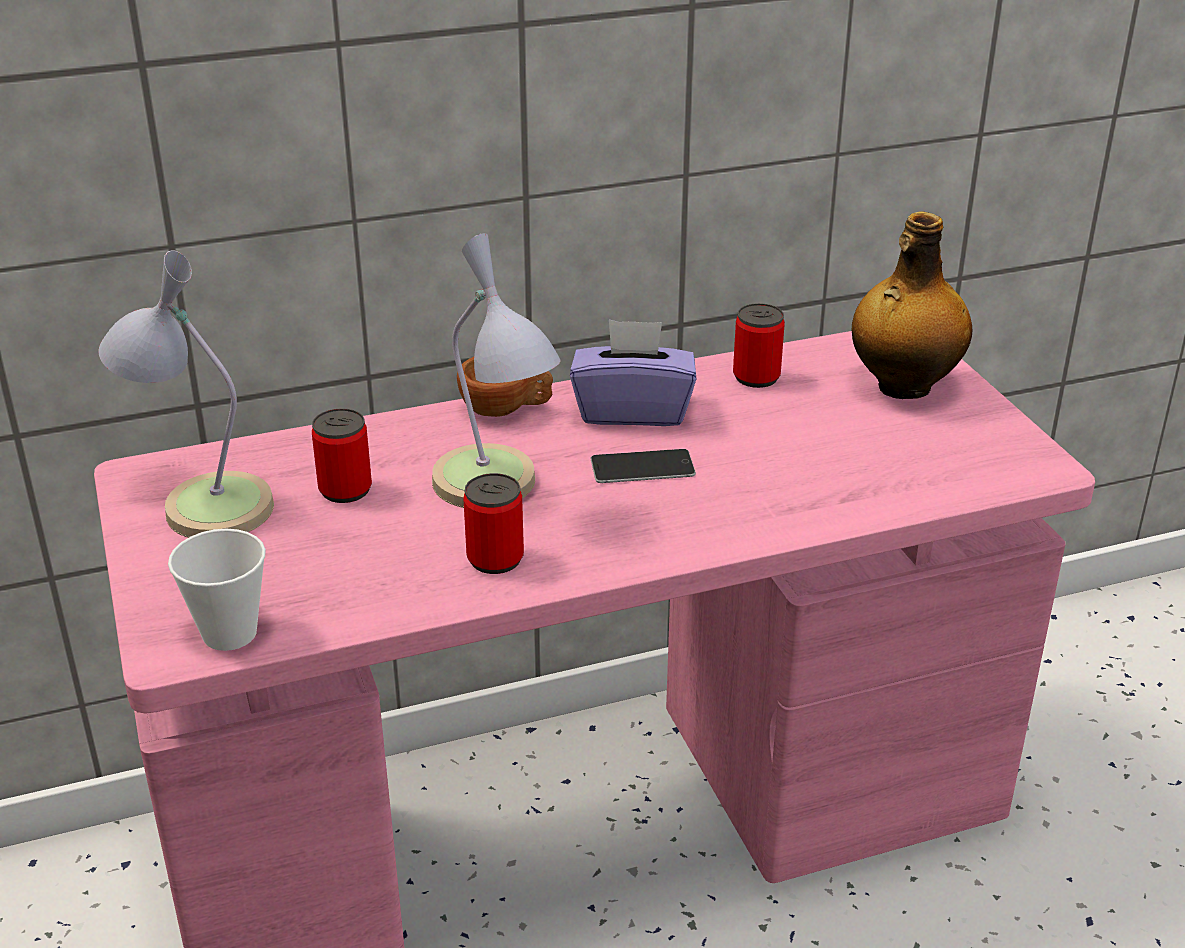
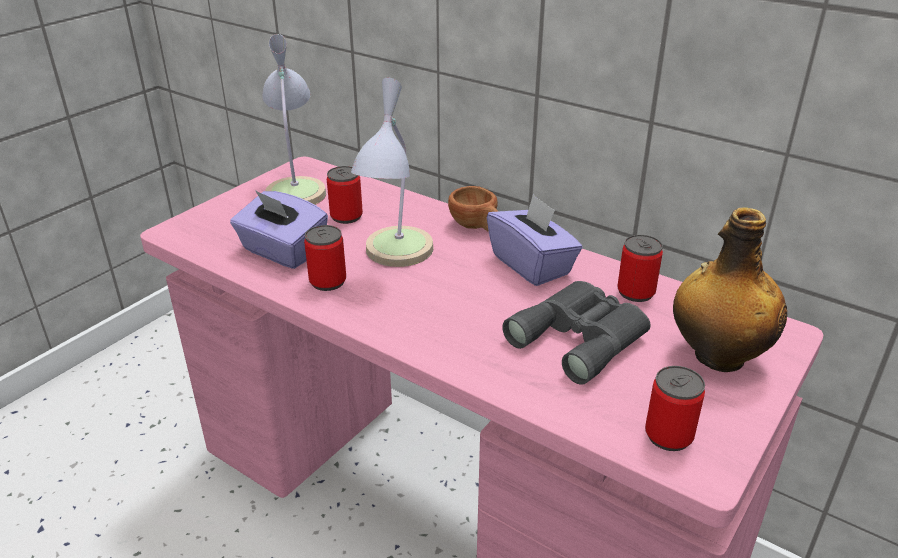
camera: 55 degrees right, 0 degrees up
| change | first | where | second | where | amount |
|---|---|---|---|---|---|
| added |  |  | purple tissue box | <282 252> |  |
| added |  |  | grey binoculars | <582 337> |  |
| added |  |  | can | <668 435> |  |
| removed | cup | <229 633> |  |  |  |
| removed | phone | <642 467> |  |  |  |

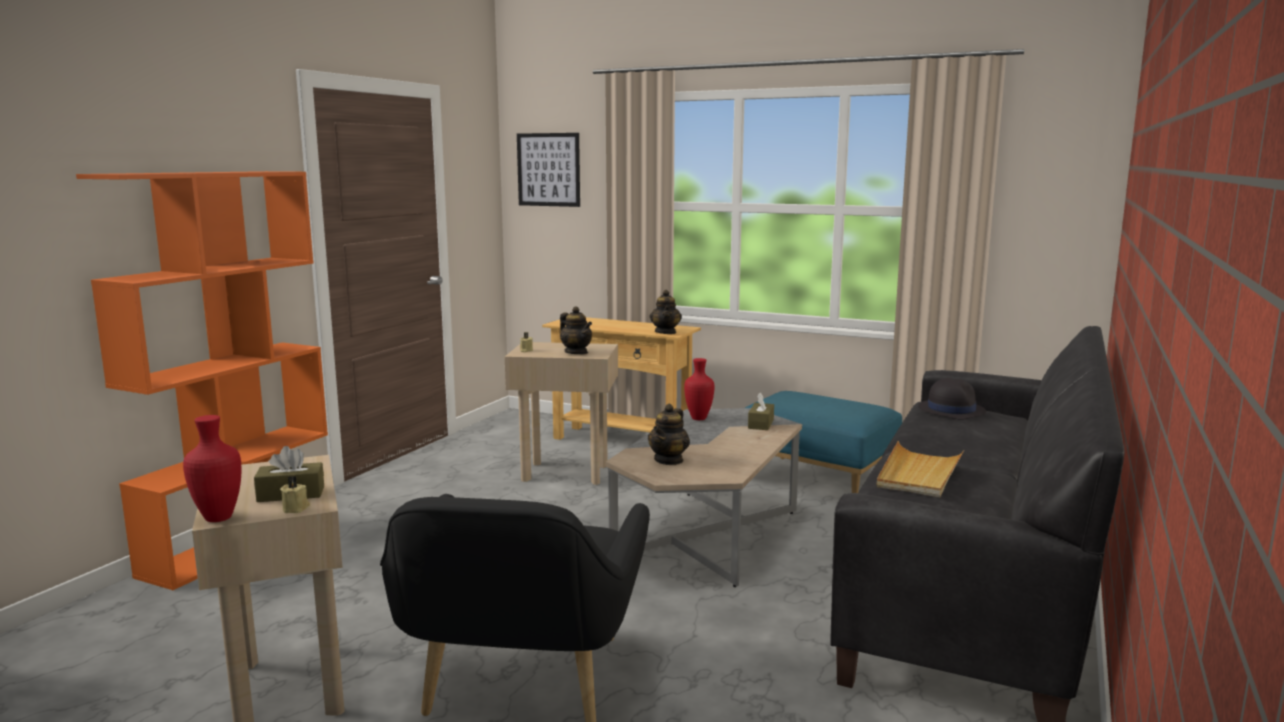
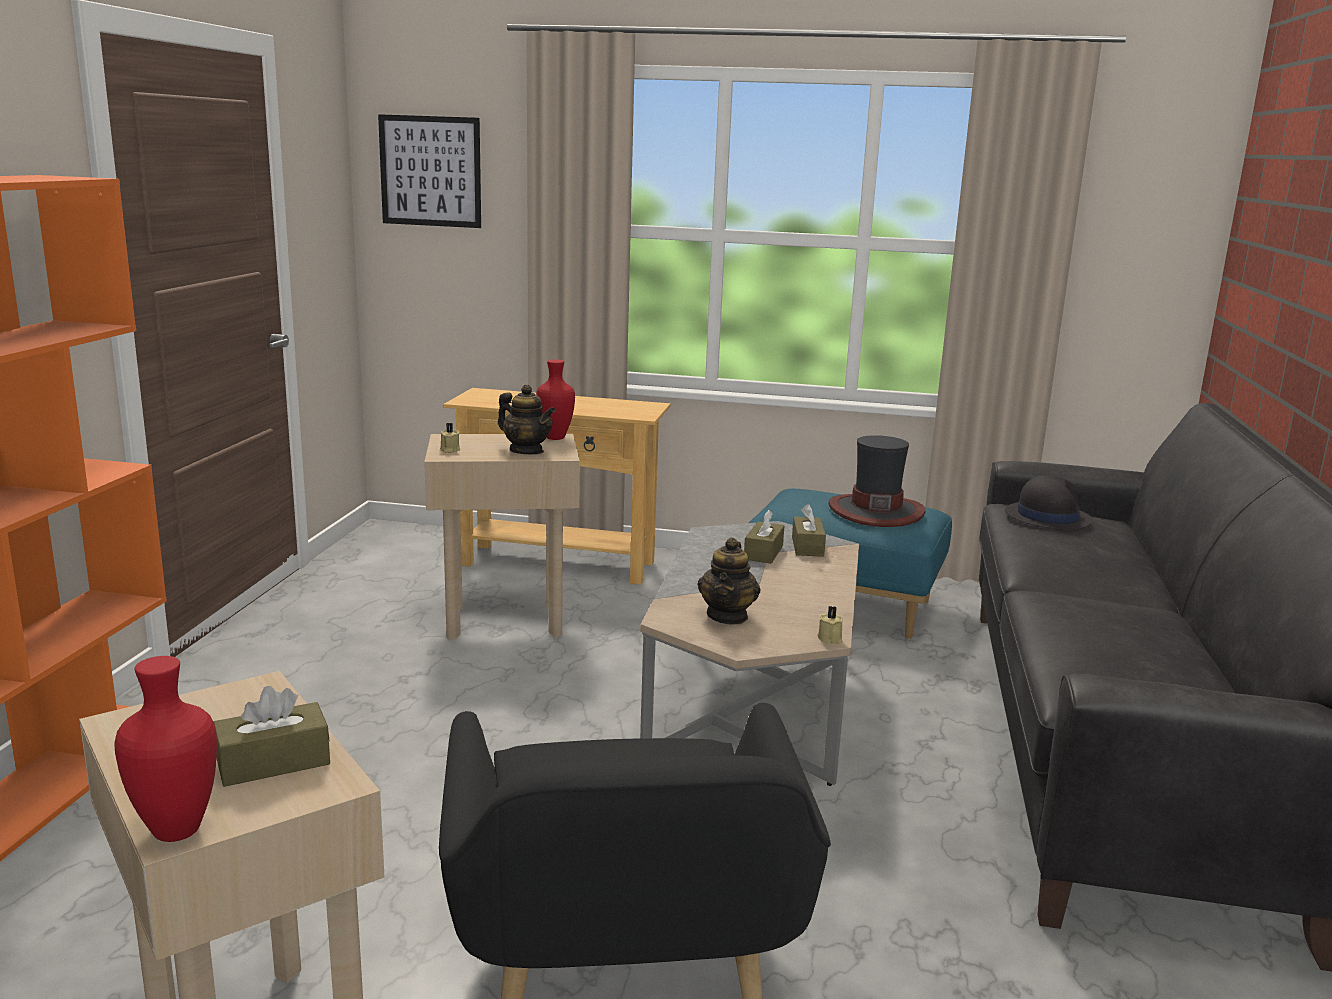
camera: 15 degrees left, 5 degrees up
| change | first | where | second | where | amount |
|---|---|---|---|---|---|
| moved | red vase | <699 419> |  | <556 438> |  |
| added |  |  | brown tissue box | <763 553> |  |
| moved | beige candle | <296 508> |  | <830 638> |  |
| added |  |  | hat | <875 511> |  |
| removed | teapot | <665 332> |  |  |  |
| removed | beige tray | <919 474> |  |  |  |

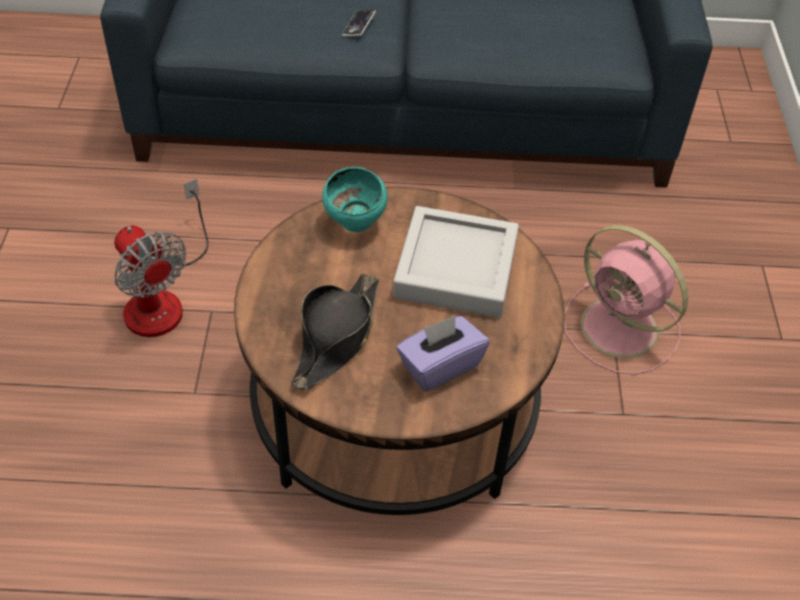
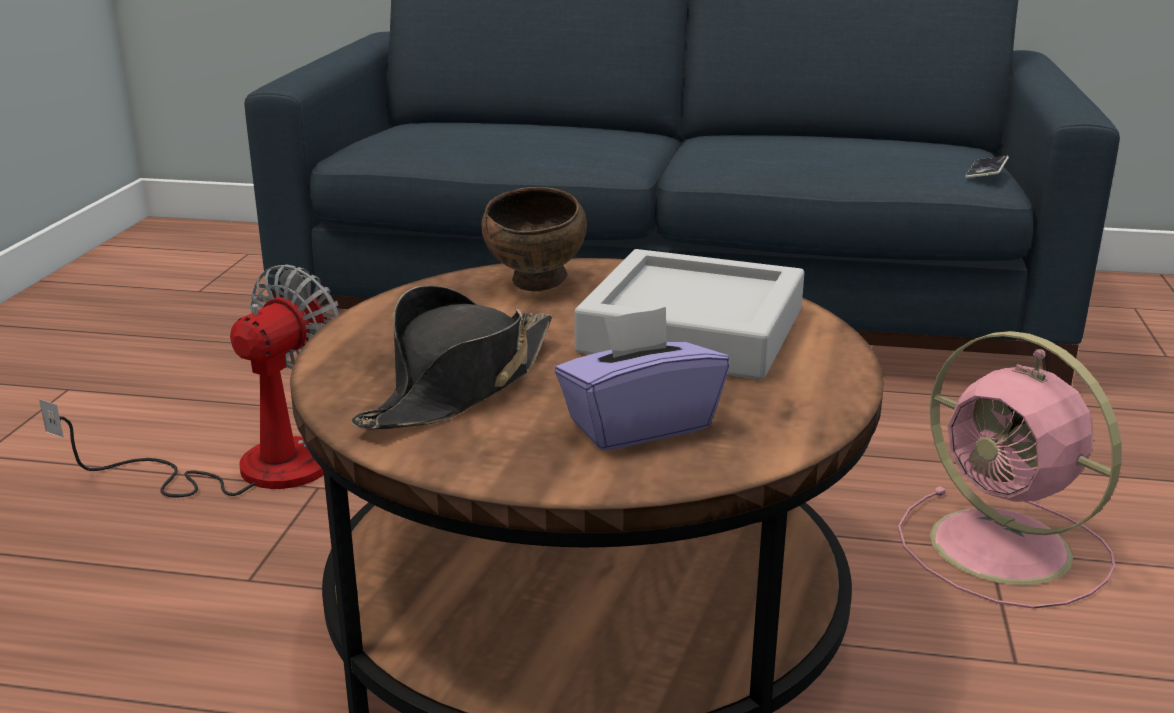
camera: 10 degrees right, 25 degrees down
| change | first | where | second | where | amount |
|---|---|---|---|---|---|
| turned | fan | <162 297> |  | <249 468> | 120 degrees counterclockwise |
| recoloured | turquoise bowl | <356 224> | brown bowl | <537 285> |  |
| moved | phone | <358 26> |  | <986 172> |  |

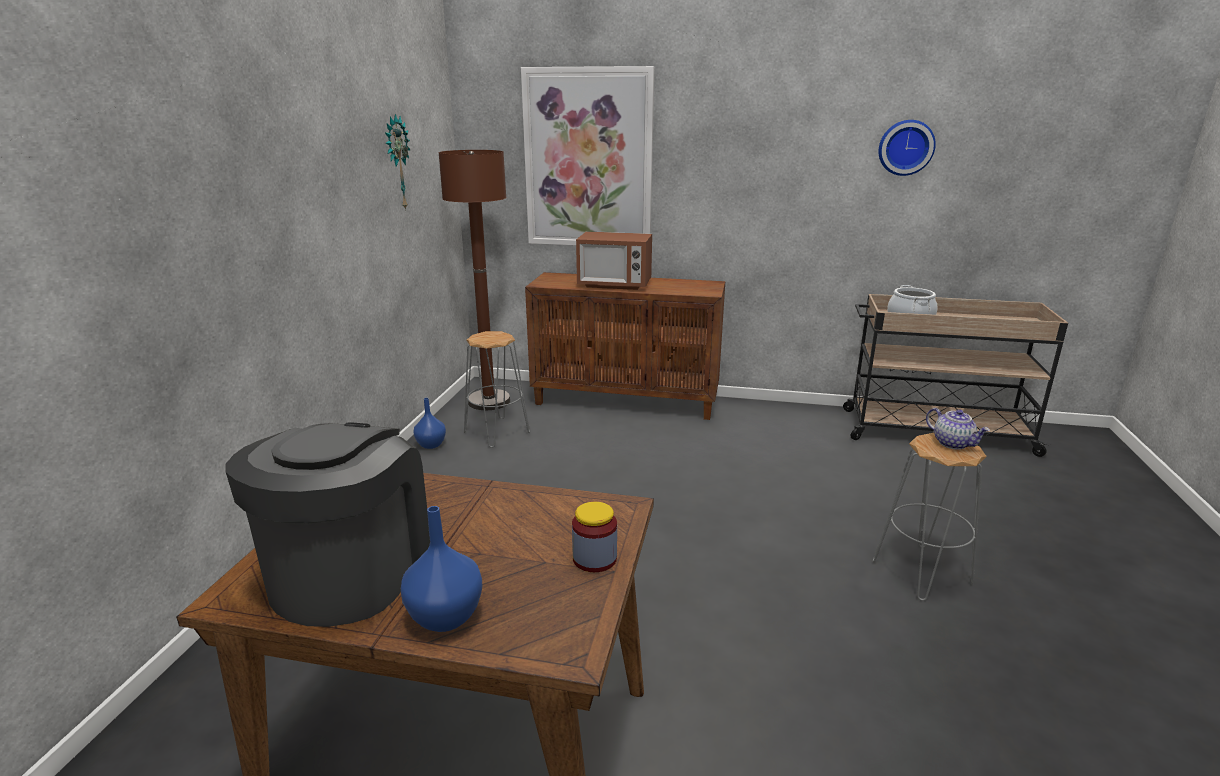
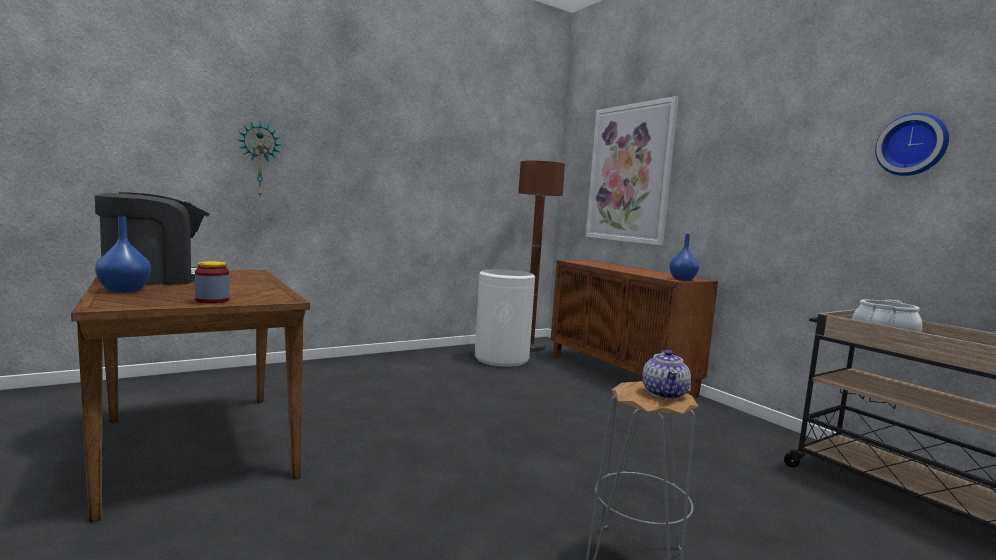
camera: 45 degrees right, 15 degrees down
| change | first | where | second | where | amount |
|---|---|---|---|---|---|
| moved | wall clock | <396 163> |  | <259 159> |  |
| replaced | grey stool | <497 432> | white trash can | <501 358> |  |
| moved | blue vase | <430 445> |  | <682 279> |  |
| removed | microwave | <614 285> |  |  |  |

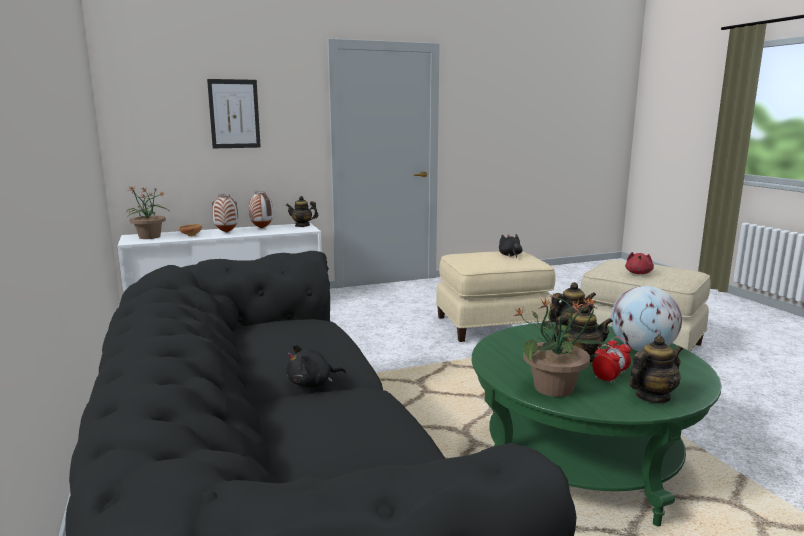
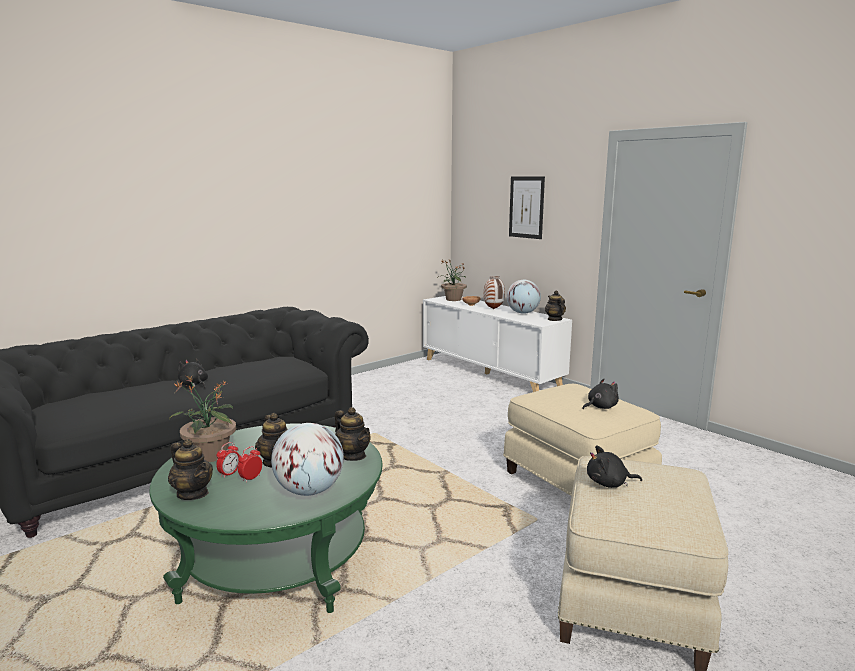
camera: 70 degrees right, 0 degrees up
| change | first | where | second | where | amount |
|---|---|---|---|---|---|
| replaced | vase | <261 228> | globe | <523 313> |  |
| recoloured | red plush toy | <638 273> | black plush toy | <609 483> |  |

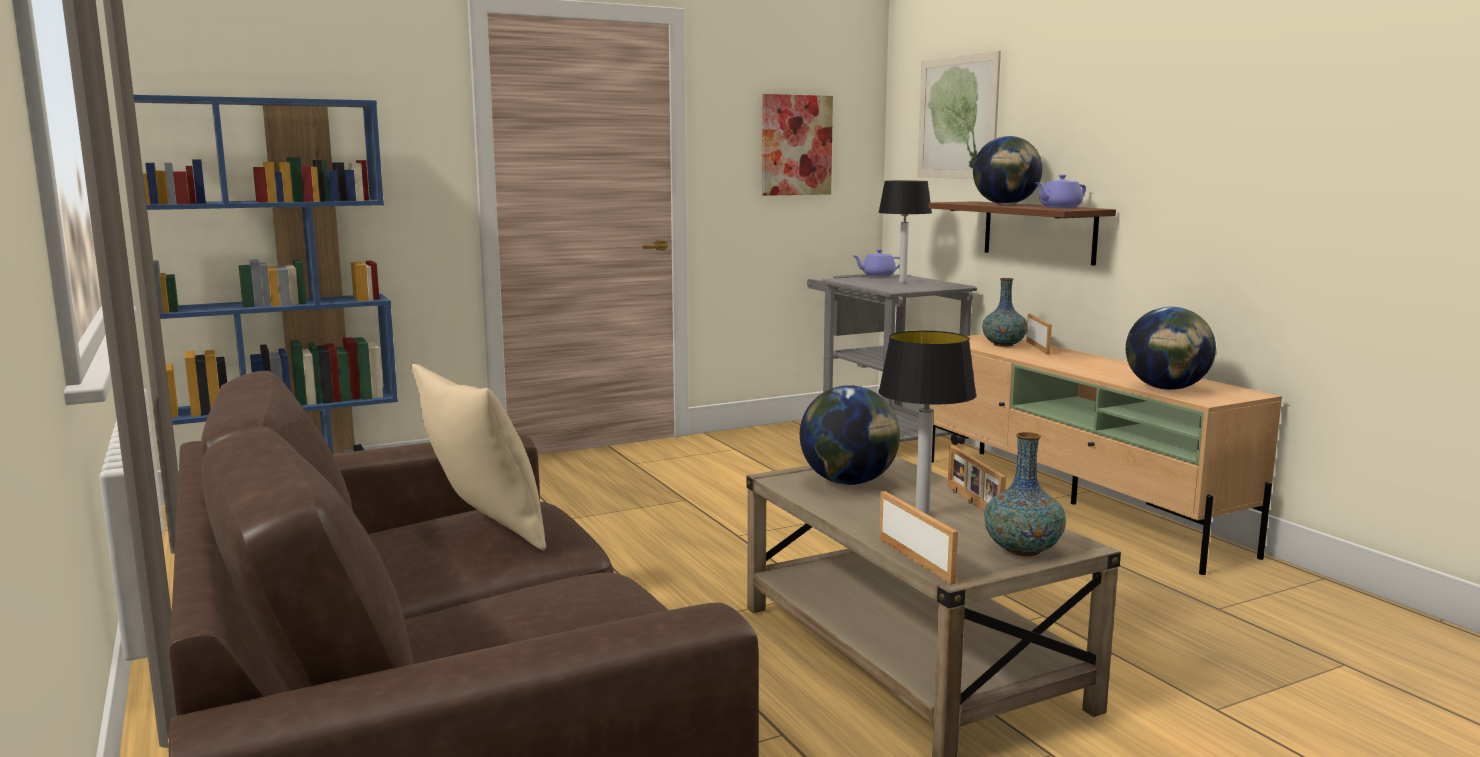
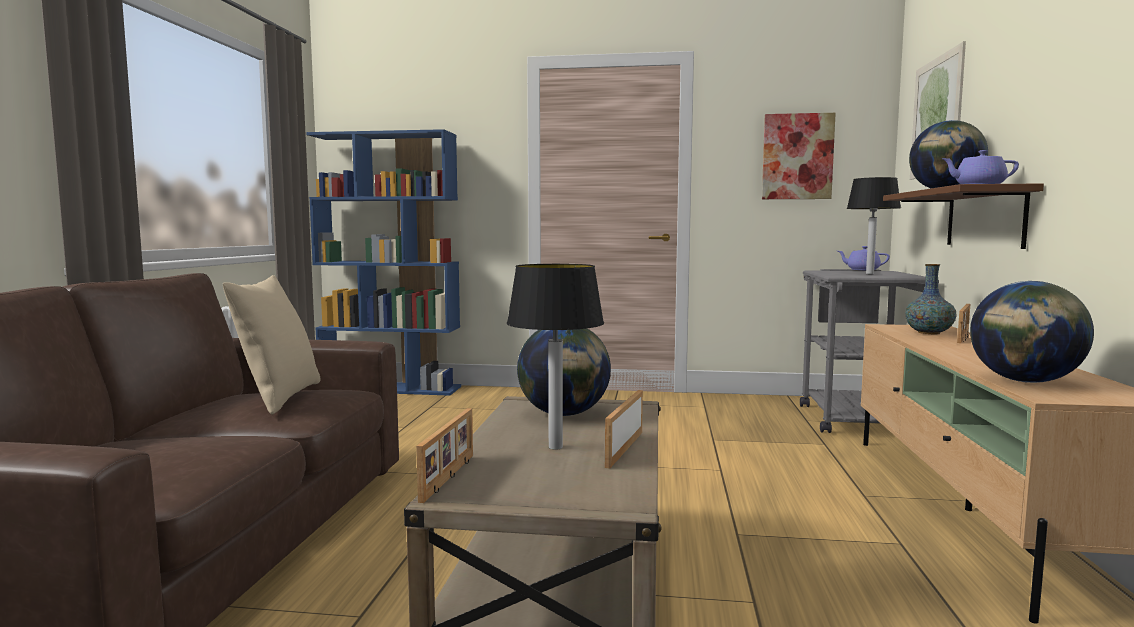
camera: 35 degrees right, 5 degrees down
| change | first | where | second | where | amount |
|---|---|---|---|---|---|
| removed | vase | <1023 550> |  |  |  |

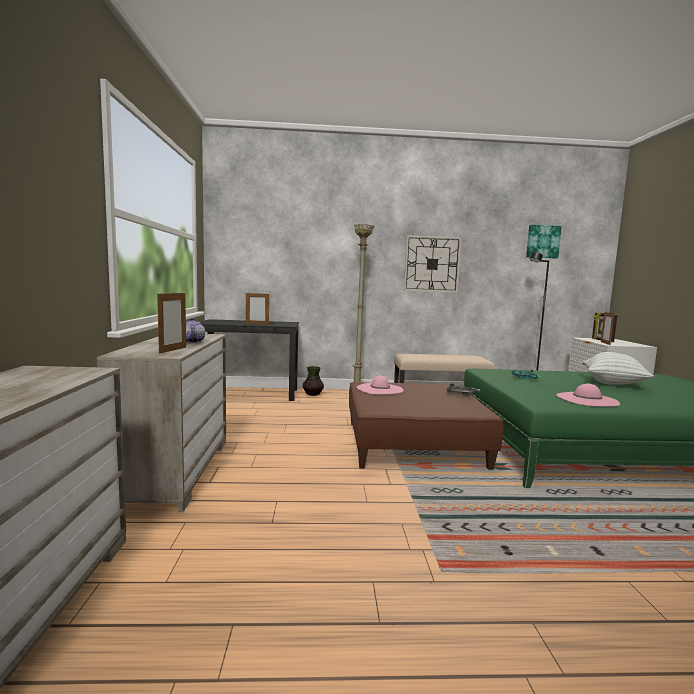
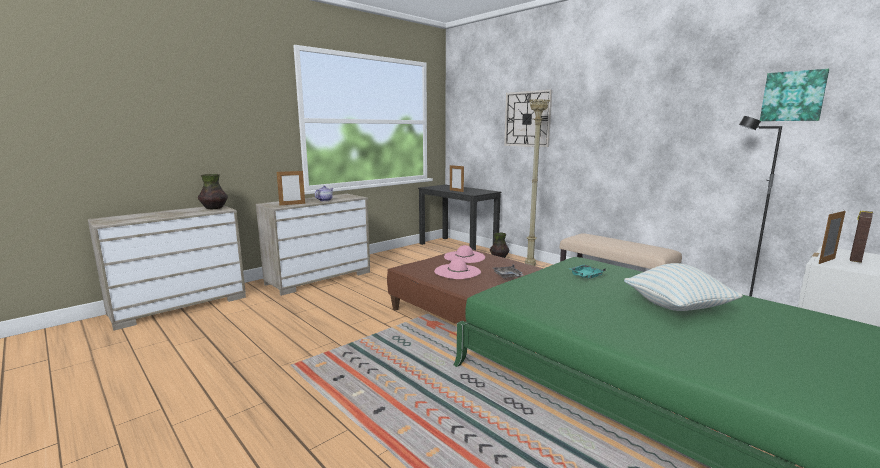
camera: 50 degrees right, 5 degrees up
| change | first | where | second | where | amount |
|---|---|---|---|---|---|
| added |  |  | vase | <214 208> |  |
| moved | pink hat | <587 399> |  | <457 271> |  |
| moved | wall clock | <432 264> |  | <527 119> |  |

